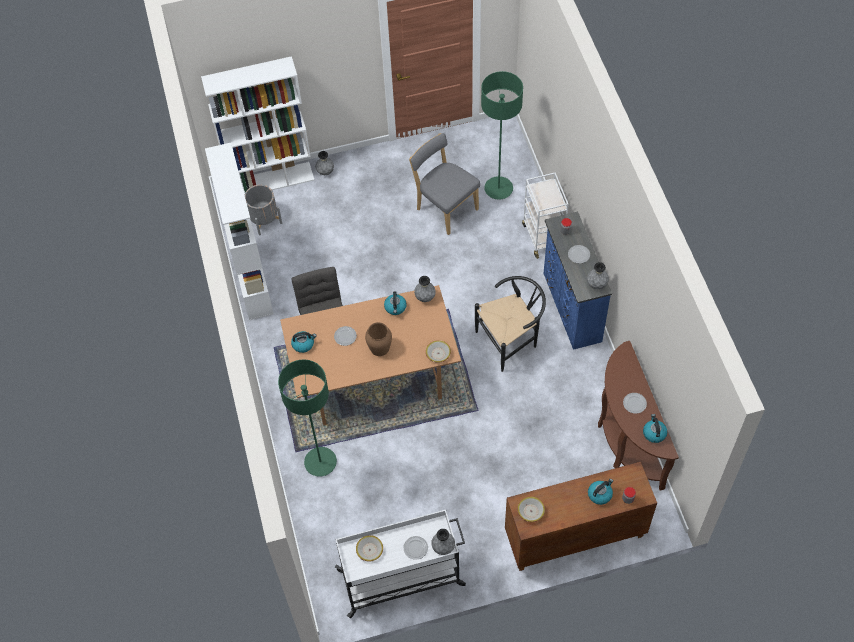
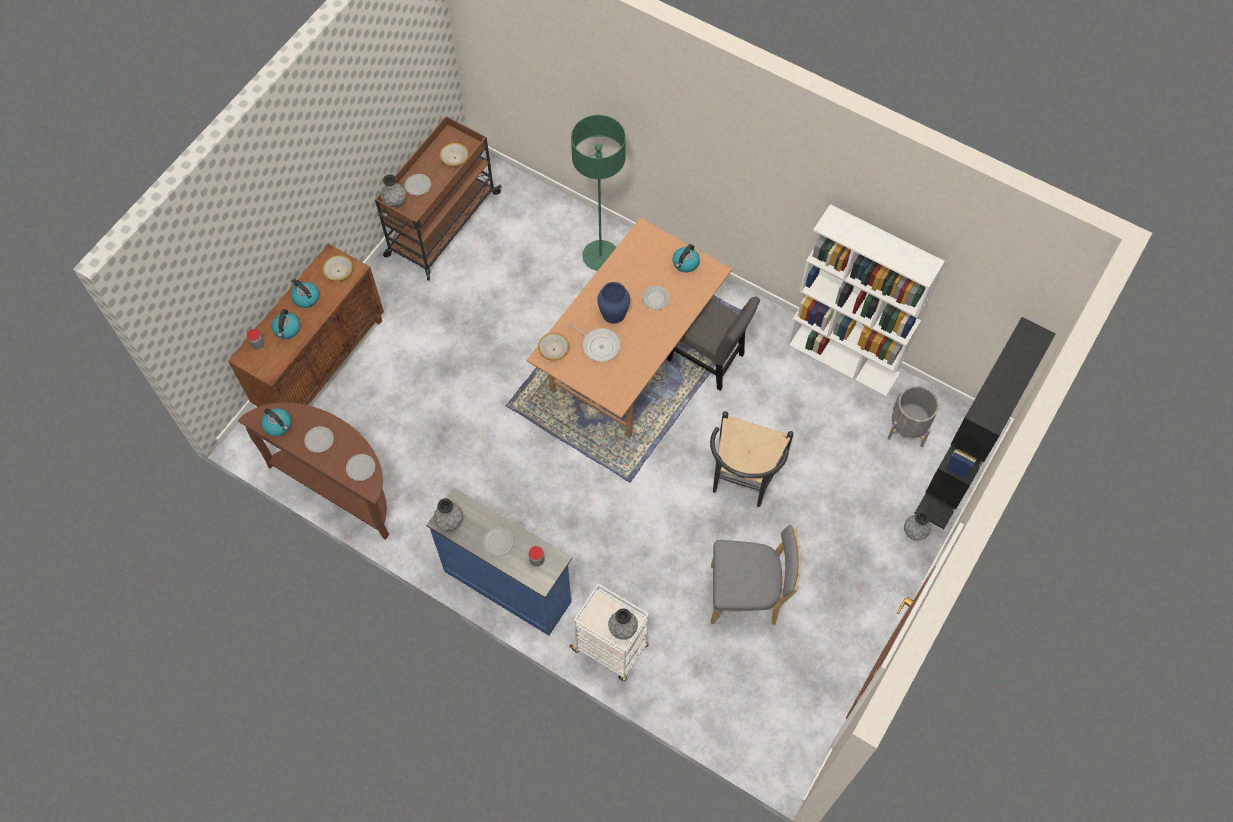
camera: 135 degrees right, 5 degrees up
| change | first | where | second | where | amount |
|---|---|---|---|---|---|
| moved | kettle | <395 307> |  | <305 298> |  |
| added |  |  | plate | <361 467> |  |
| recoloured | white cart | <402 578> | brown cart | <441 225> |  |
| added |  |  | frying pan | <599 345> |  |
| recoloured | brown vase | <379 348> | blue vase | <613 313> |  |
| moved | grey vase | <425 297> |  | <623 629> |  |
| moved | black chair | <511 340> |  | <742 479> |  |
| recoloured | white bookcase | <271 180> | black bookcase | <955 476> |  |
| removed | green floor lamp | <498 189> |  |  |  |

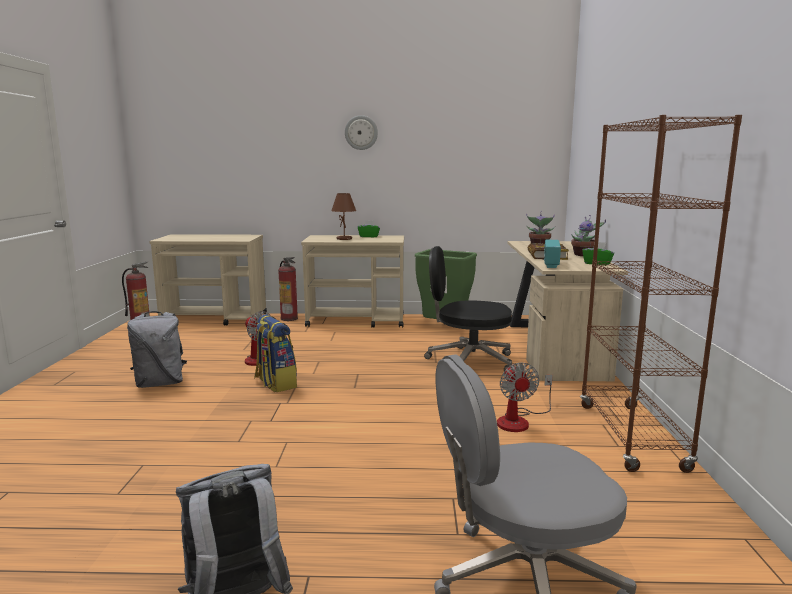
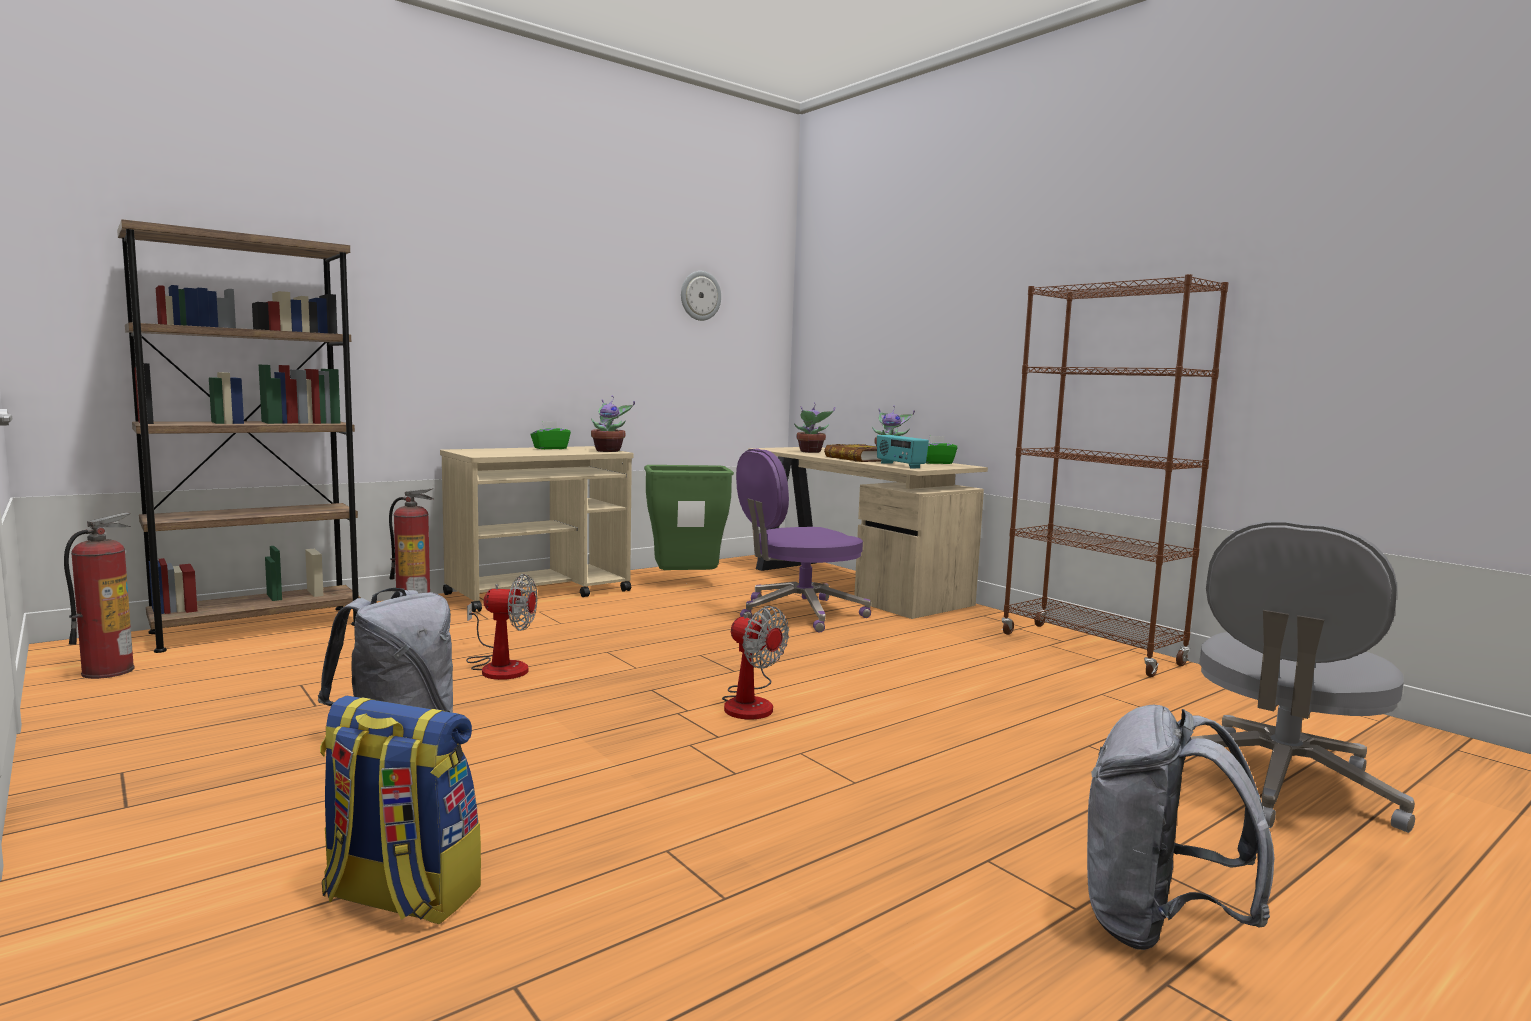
camera: 40 degrees left, 5 degrees down
| change | first | where | second | where | amount |
|---|---|---|---|---|---|
| replaced | beige cart | <215 319> | brown bookcase | <258 628> |  |
| moved | backpack | <275 383> |  | <399 896> |  |
| added |  |  | potted plant | <609 451> |  |
| moved | wall clock | <361 132> |  | <700 296> |  |
| moved | fan | <519 421> |  | <750 702> |  |
| recoloured | black office chair | <468 361> | purple office chair | <799 614> |  |
| removed | brown table lamp | <344 239> |  |  |  |

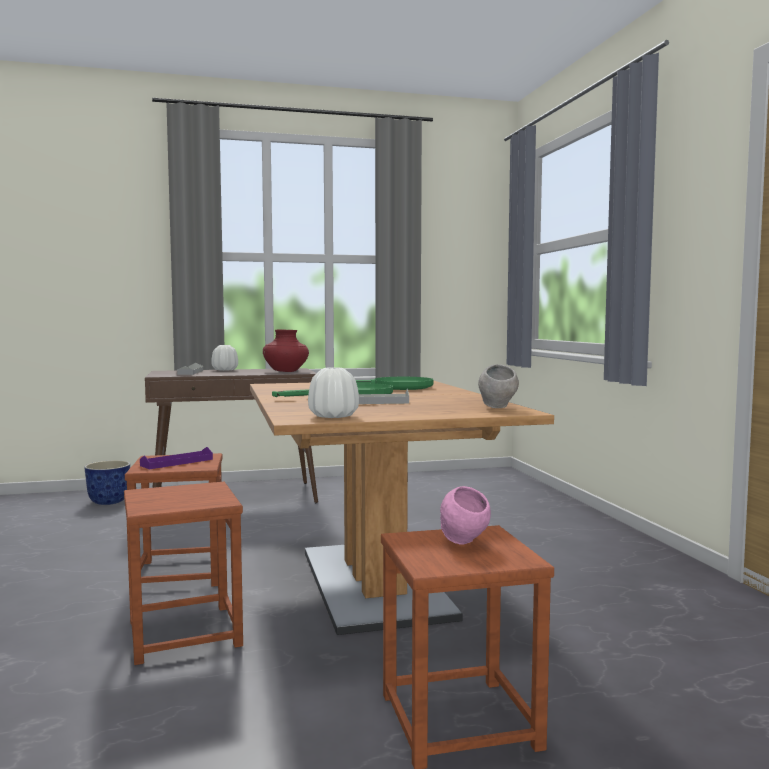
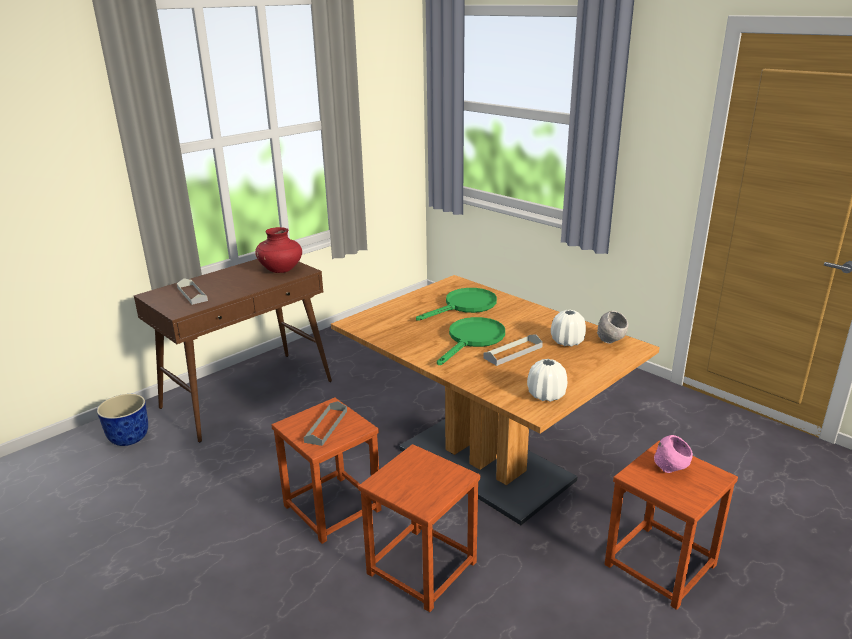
camera: 30 degrees left, 20 degrees up
| change | first | where | second | where | amount |
|---|---|---|---|---|---|
| recoloured | purple tray | <177 462> | grey tray | <326 426> |  |
| moved | white vase | <225 370> |  | <567 341> |  |

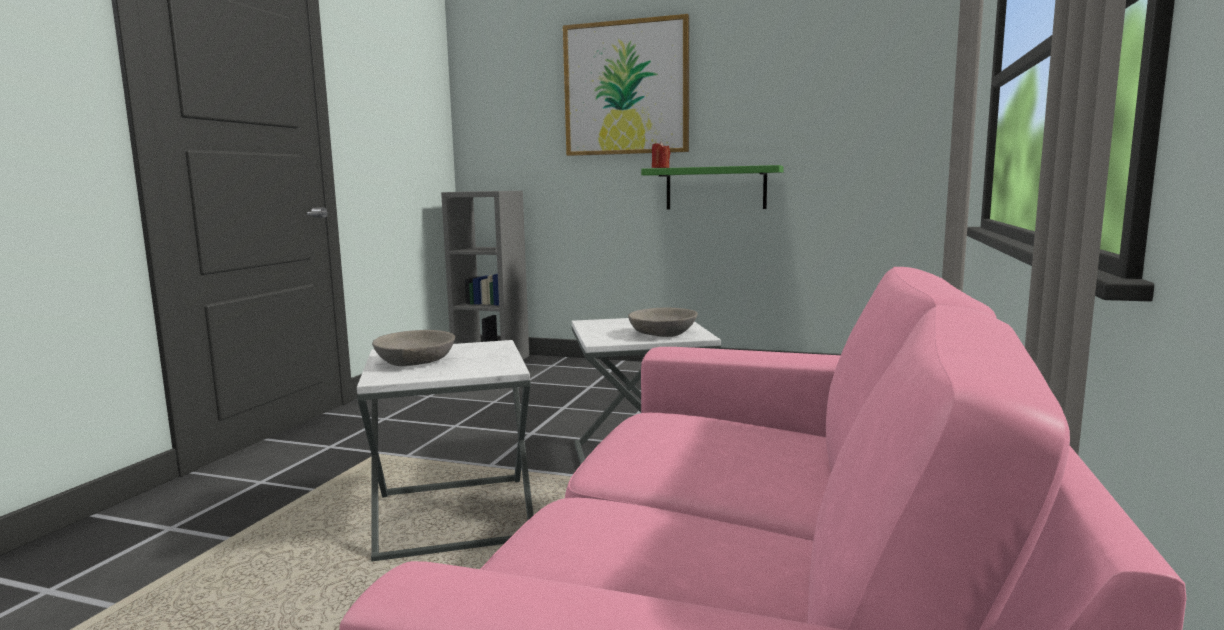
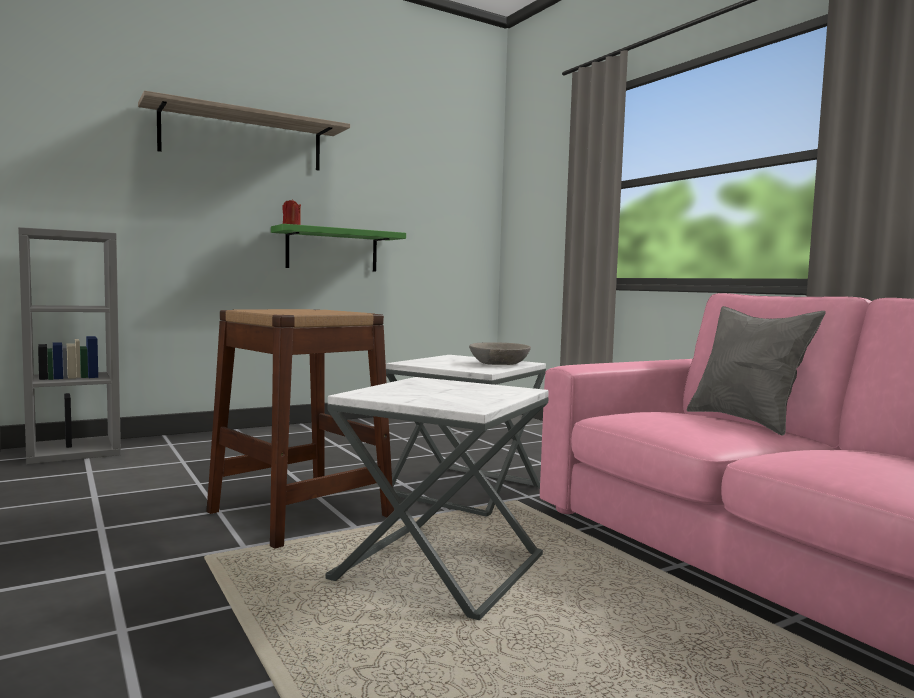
camera: 50 degrees left, 5 degrees down
| change | first | where | second | where | amount |
|---|---|---|---|---|---|
| replaced | picture | <626 88> | shelf | <243 140> |  |
| added |  |  | brown stool | <300 513> |  |
| added |  |  | grey pillow | <746 421> |  |
| removed | grey bowl | <416 361> |  |  |  |

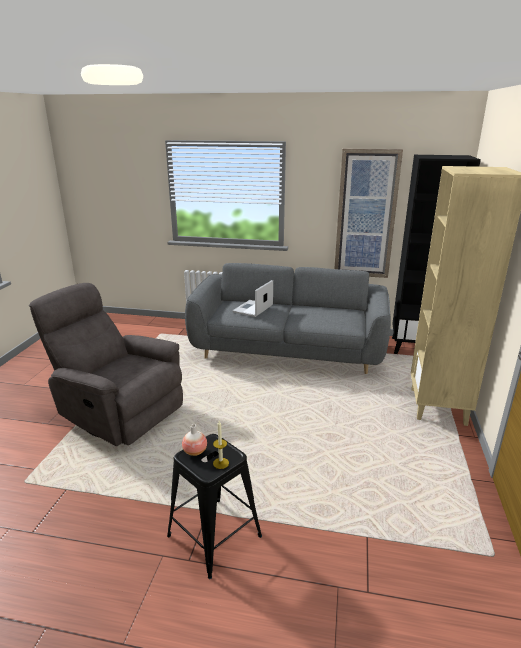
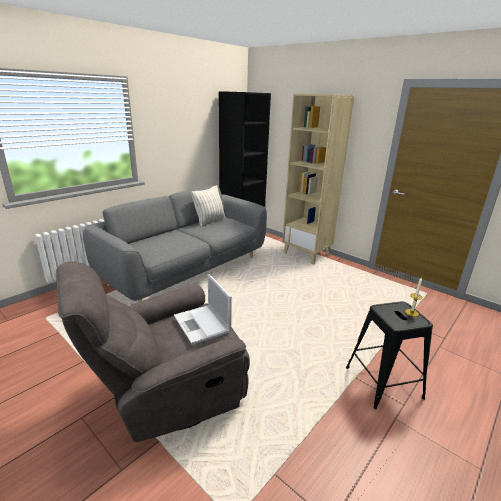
camera: 60 degrees left, 0 degrees up
| change | first | where | second | where | amount |
|---|---|---|---|---|---|
| moved | laptop | <252 309> |  | <202 324> |  |
| added |  |  | pillow | <209 221> |  |
| removed | vase | <195 451> |  |  |  |
| removed | picture | <366 215> |  |  |  |

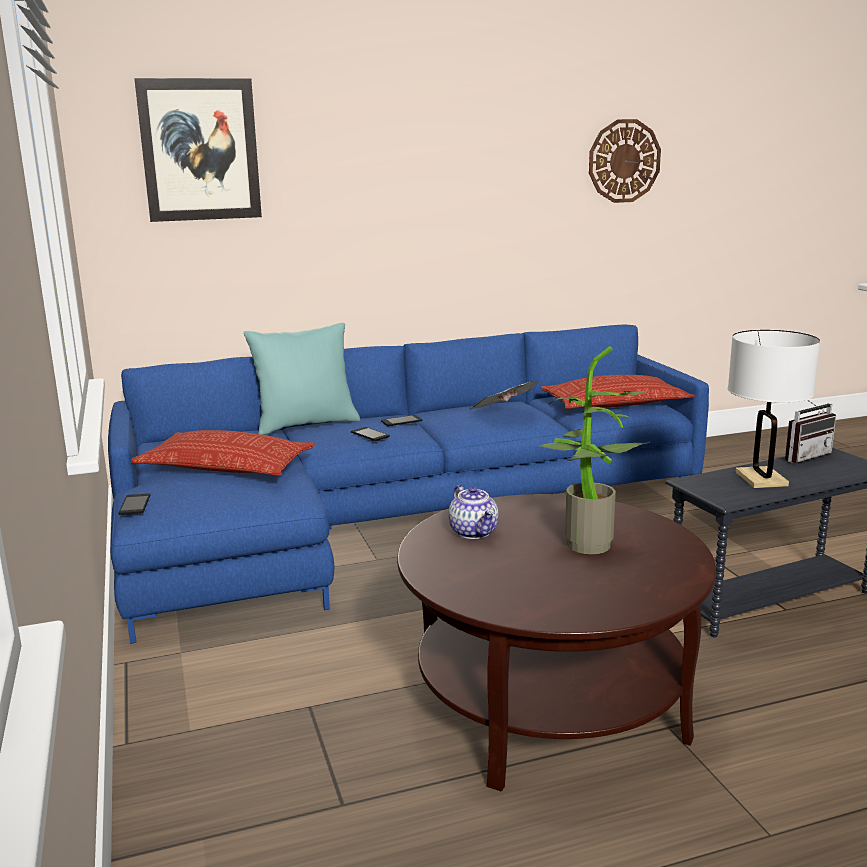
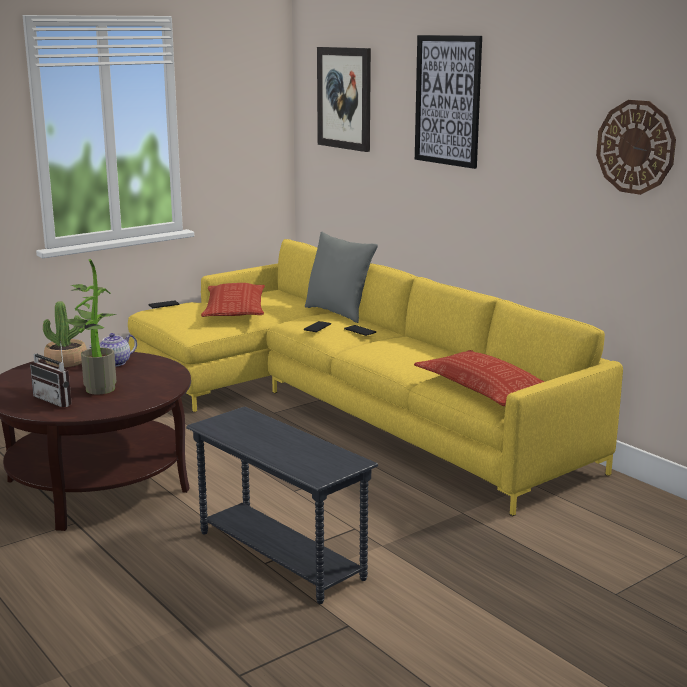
camera: 70 degrees right, 0 degrees up
| change | first | where | second | where | amount |
|---|---|---|---|---|---|
| moved | radio | <802 455> |  | <58 400> |  |
| added |  |  | potted plant | <66 361> |  |
| recoloured | blue sofa | <393 519> | yellow sofa | <347 406> |  |
| recoloured | turquoise pillow | <306 425> | grey pillow | <339 312> |  |
| added |  |  | picture | <448 100> |  |
| removed | newspaper | <503 413> |  |  |  |
| removed | white table lamp | <761 479> |  |  |  |

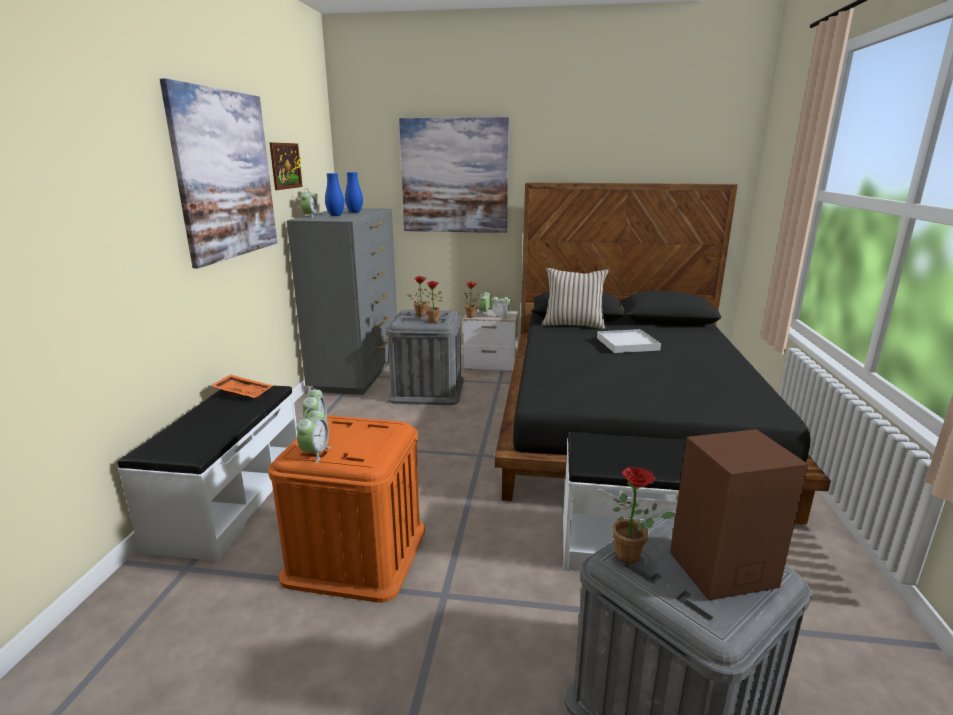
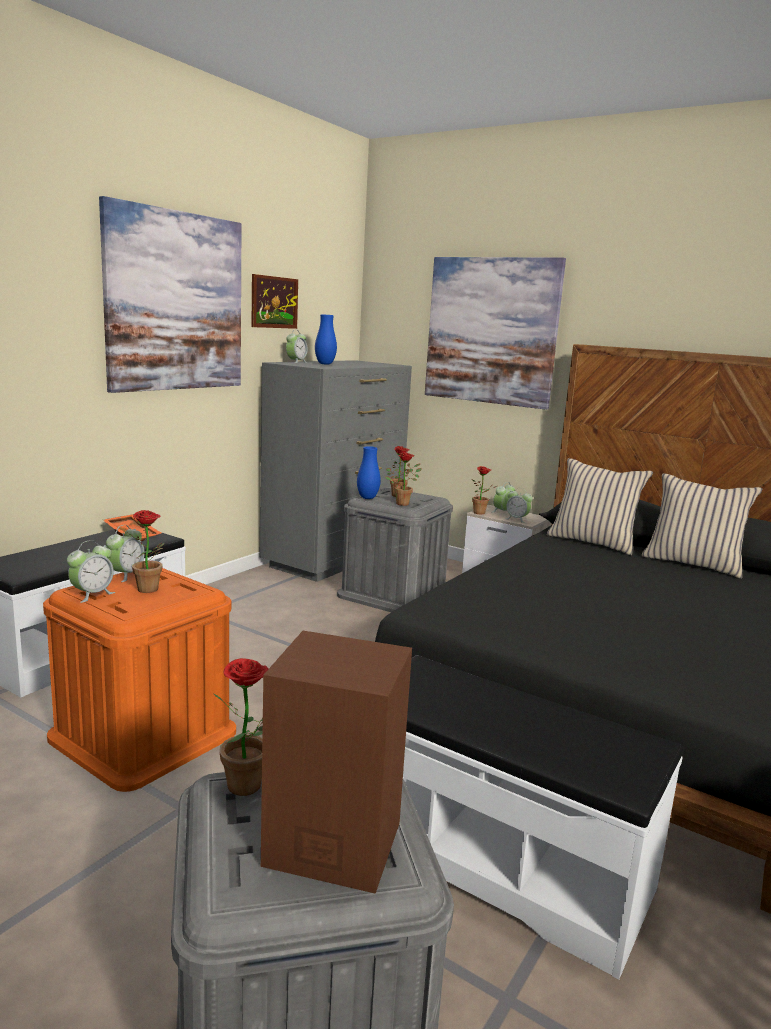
camera: 25 degrees right, 5 degrees down
| change | first | where | second | where | amount |
|---|---|---|---|---|---|
| added |  |  | potted plant | <151 590> |  |
| moved | blue vase | <354 212> |  | <367 498> |  |
| added |  |  | beige pillow | <693 564> |  |
| removed | white tray | <627 344> |  |  |  |

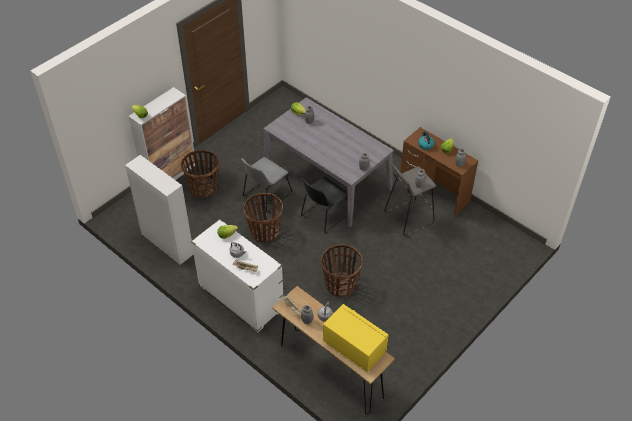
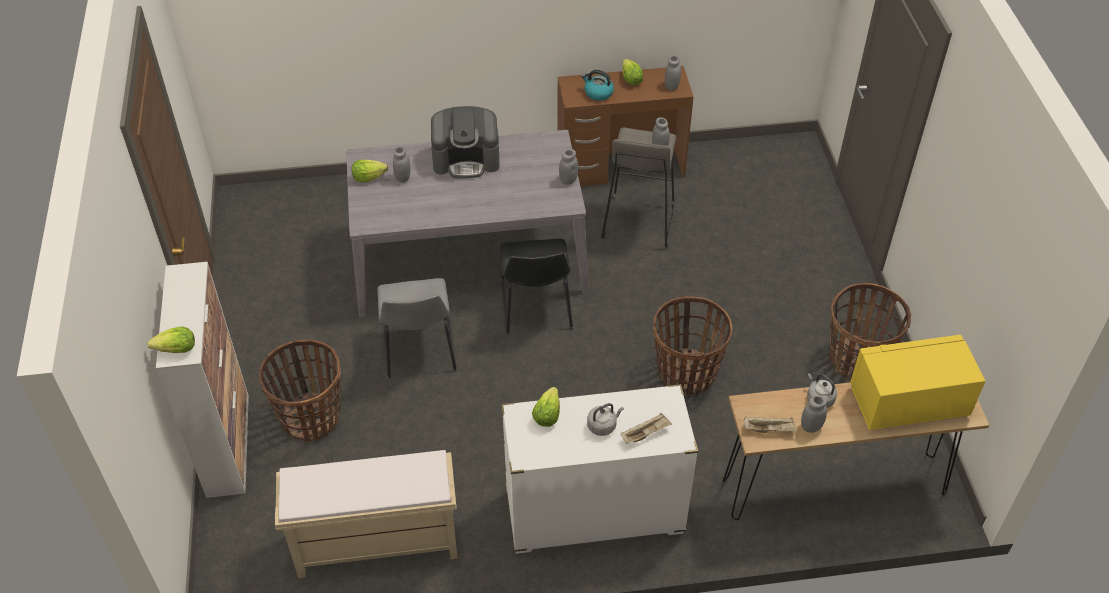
camera: 50 degrees left, 0 degrees up
| change | first | where | second | where | amount |
|---|---|---|---|---|---|
| replaced | cabinet | <167 243> | beige bench | <375 544> |  |
| added |  |  | coffee machine | <466 159> |  |
| moved | basket | <264 232> |  | <857 360> |  |

